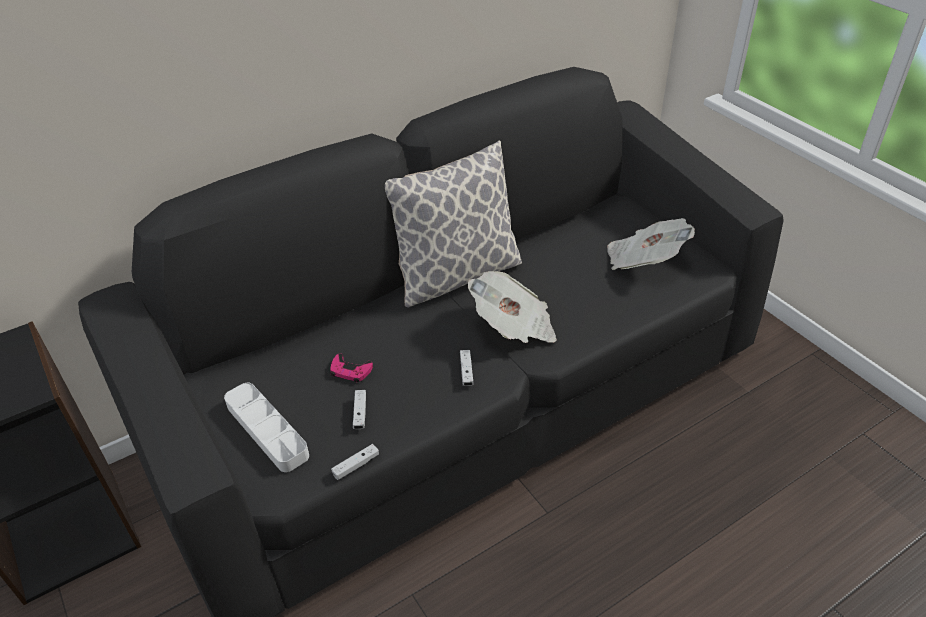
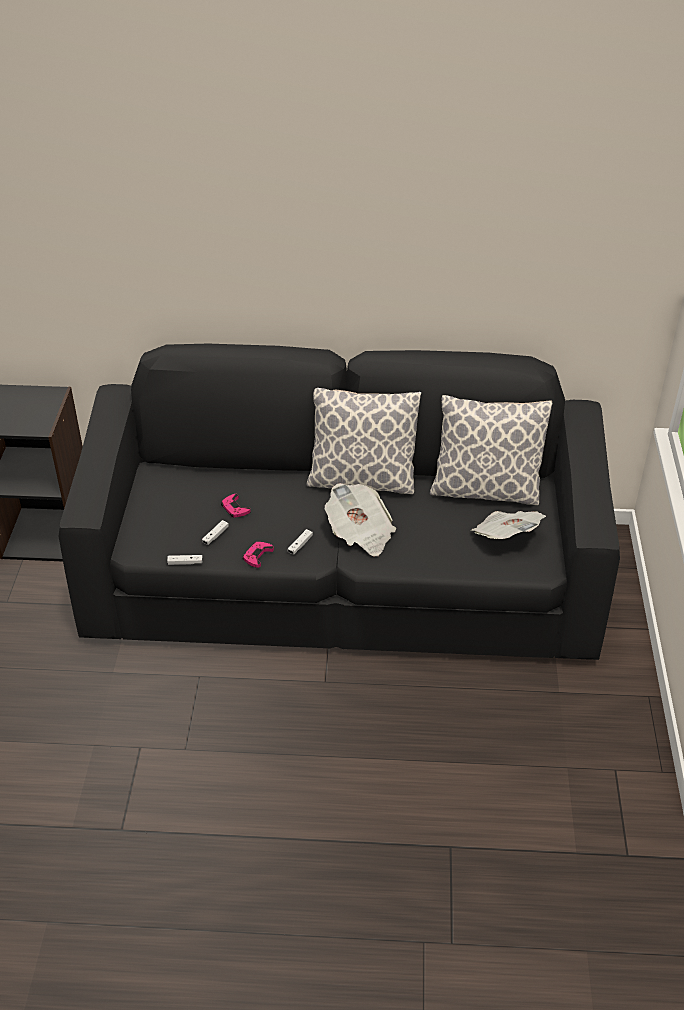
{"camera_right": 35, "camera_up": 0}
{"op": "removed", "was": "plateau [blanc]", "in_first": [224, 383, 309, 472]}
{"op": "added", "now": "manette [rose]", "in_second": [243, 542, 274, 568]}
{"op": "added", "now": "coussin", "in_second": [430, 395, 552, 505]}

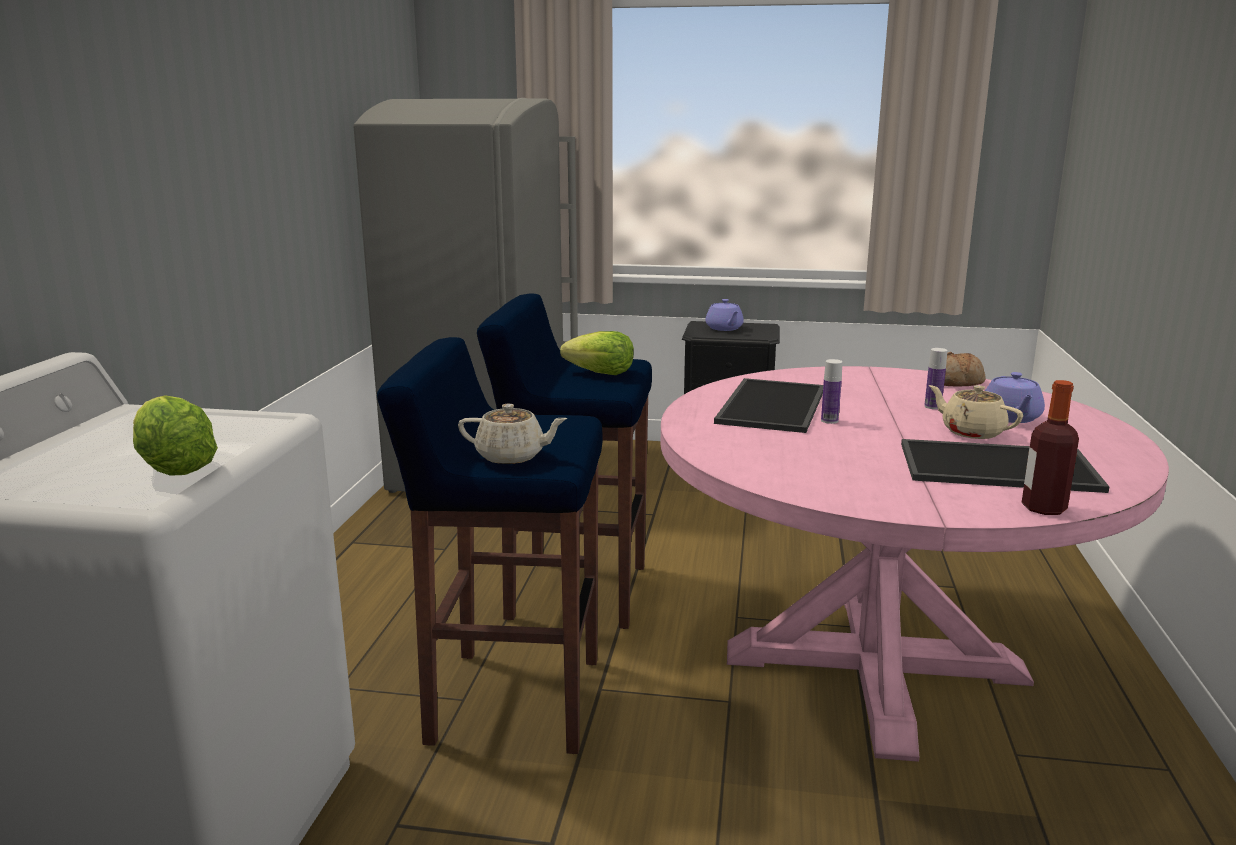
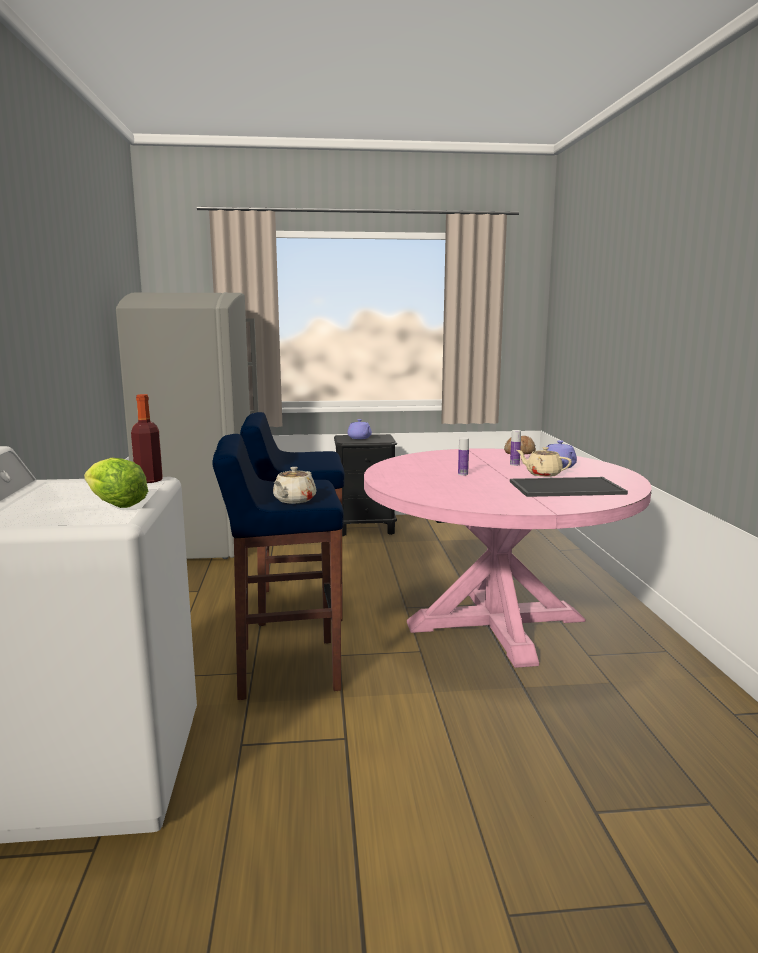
{"camera_right": -15, "camera_up": -5}
{"op": "turned", "was": "théière [beige]", "in_first": [458, 404, 567, 464], "in_second": [273, 467, 316, 504], "clockwise": 120}
{"op": "removed", "was": "laitue", "in_first": [560, 331, 634, 375]}
{"op": "removed", "was": "plateau", "in_first": [714, 378, 823, 433]}
{"op": "moved", "was": "bouteille", "in_first": [1022, 380, 1079, 515], "in_second": [131, 394, 163, 483]}

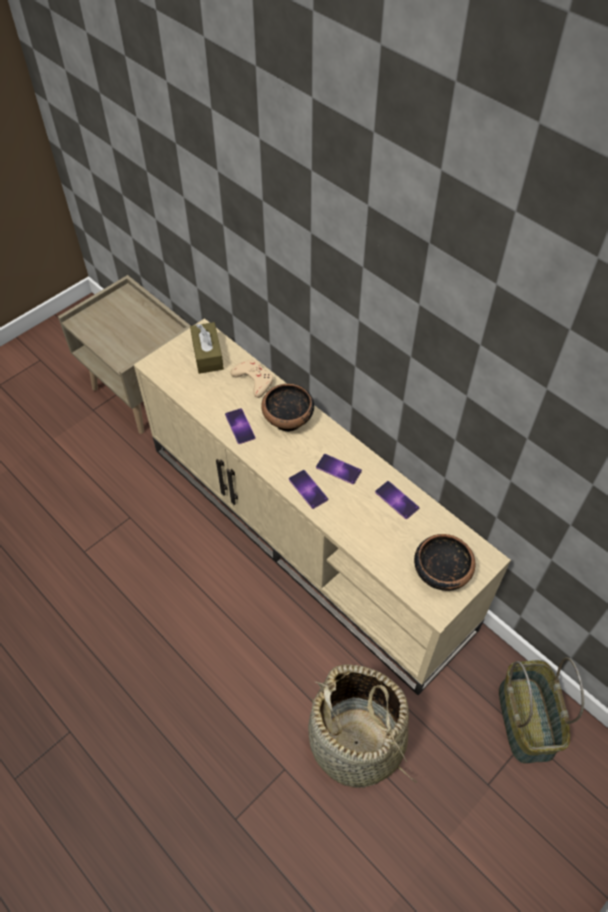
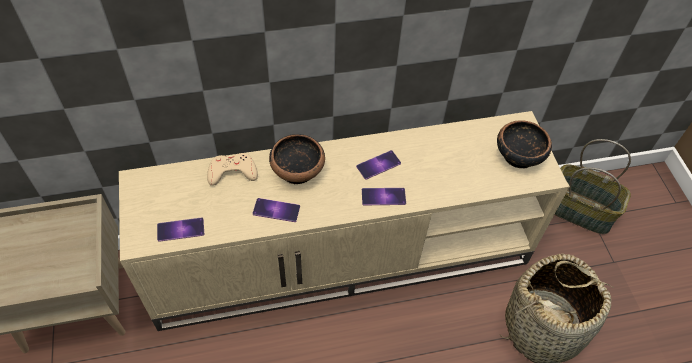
{"camera_right": -60, "camera_up": 0}
{"op": "removed", "was": "boîte à mouchoirs [marron]", "in_first": [190, 322, 224, 374]}
{"op": "moved", "was": "téléphone", "in_first": [375, 481, 420, 519], "in_second": [157, 217, 204, 242]}

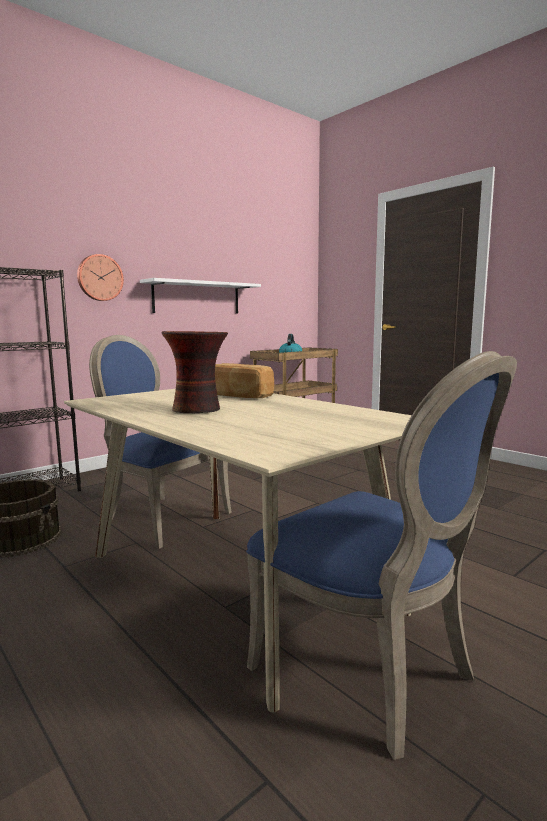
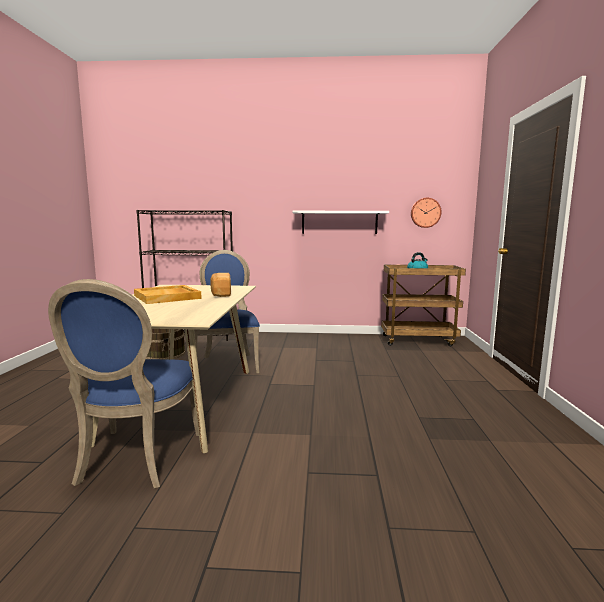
{"camera_right": 45, "camera_up": 0}
{"op": "moved", "was": "horloge murale", "in_first": [77, 254, 124, 301], "in_second": [411, 198, 441, 228]}
{"op": "replaced", "was": "vase", "now": "plateau [beige]", "in_first": [162, 331, 228, 413], "in_second": [134, 285, 202, 304]}

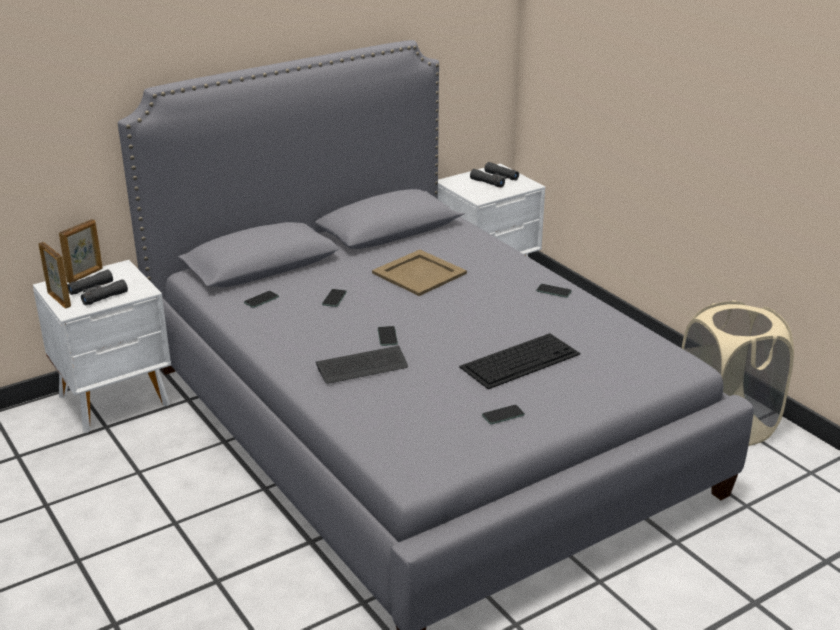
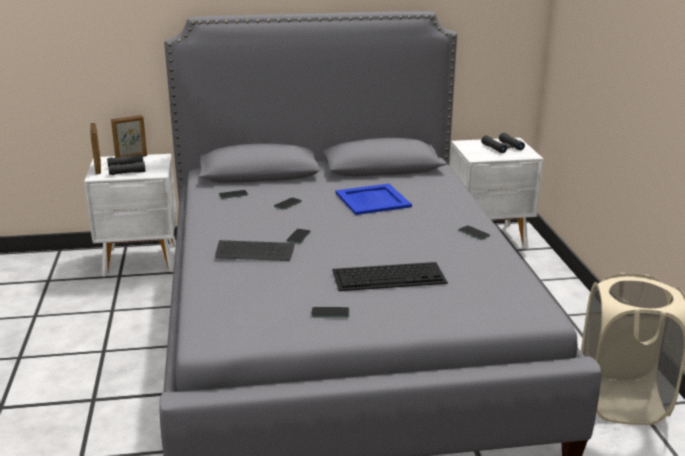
{"camera_right": 25, "camera_up": -5}
{"op": "recoloured", "was": "plateau [beige]", "now": "plateau [bleu]", "in_first": [372, 250, 467, 296], "in_second": [335, 184, 412, 215]}

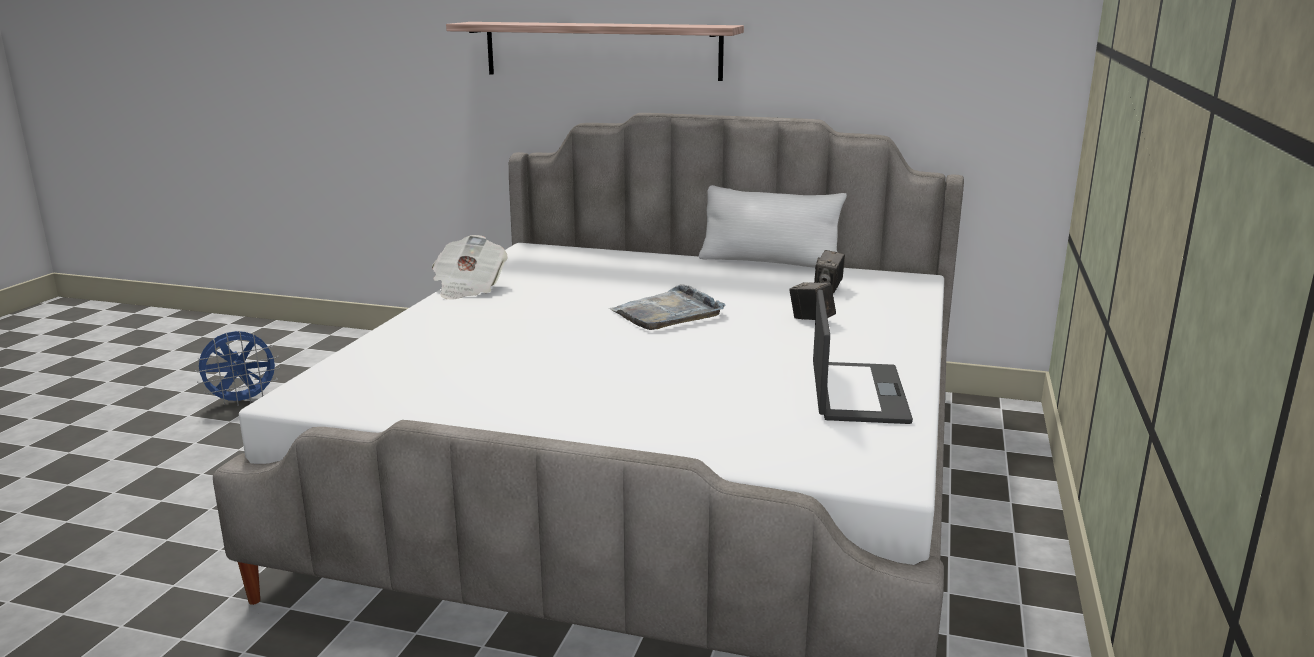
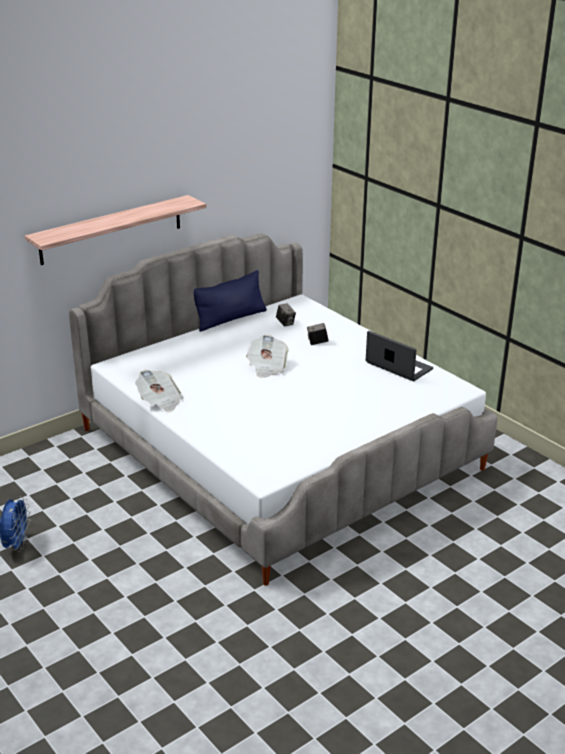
{"camera_right": -55, "camera_up": 10}
{"op": "replaced", "was": "plateau [gris]", "now": "journal", "in_first": [609, 284, 725, 330], "in_second": [246, 335, 289, 378]}
{"op": "recoloured", "was": "coussin [blanc]", "now": "coussin [bleu]", "in_first": [699, 185, 847, 268], "in_second": [194, 270, 267, 332]}

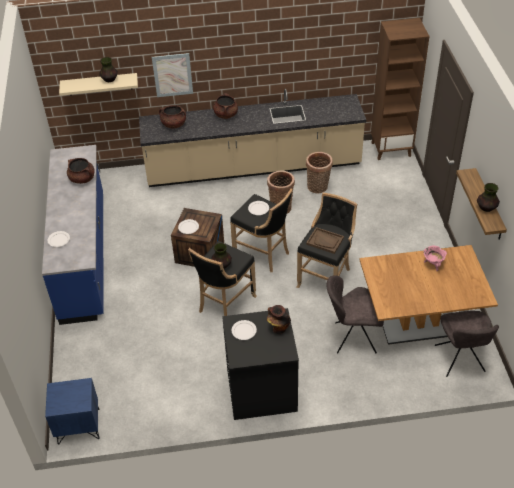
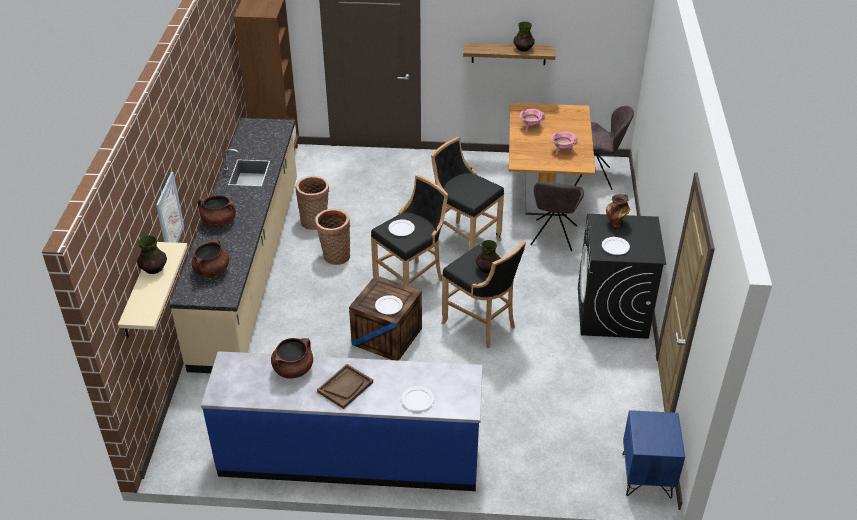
{"camera_right": -80, "camera_up": -5}
{"op": "moved", "was": "plateau [marron]", "in_first": [306, 227, 344, 254], "in_second": [317, 364, 373, 409]}
{"op": "added", "now": "marmite [rose]", "in_second": [551, 131, 578, 155]}

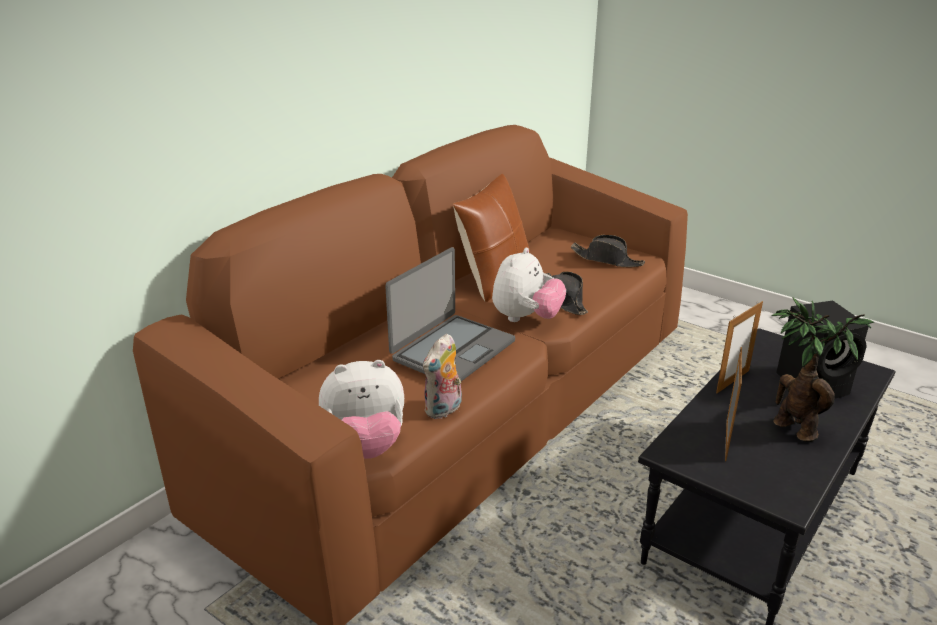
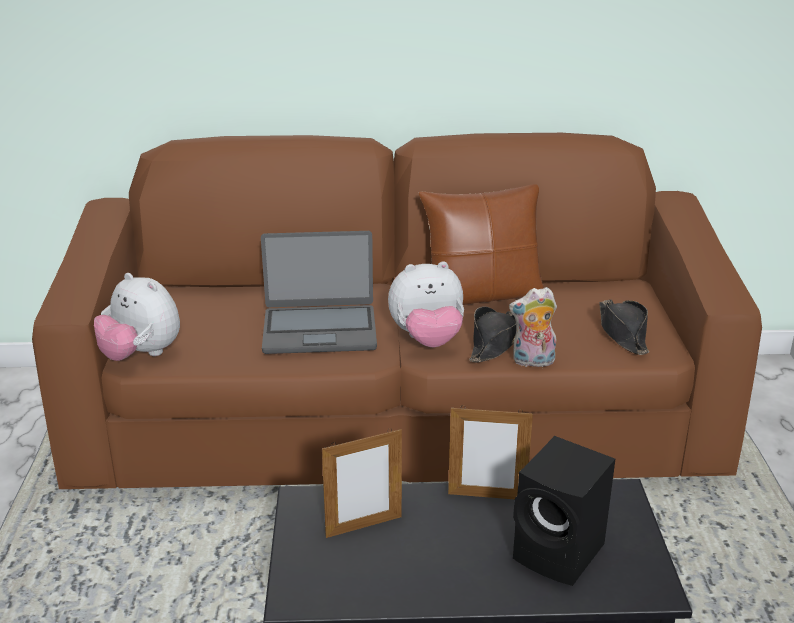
{"camera_right": 50, "camera_up": 0}
{"op": "moved", "was": "peluche", "in_first": [423, 334, 462, 419], "in_second": [509, 287, 557, 367]}
{"op": "removed", "was": "plante en pot", "in_first": [772, 297, 874, 442]}

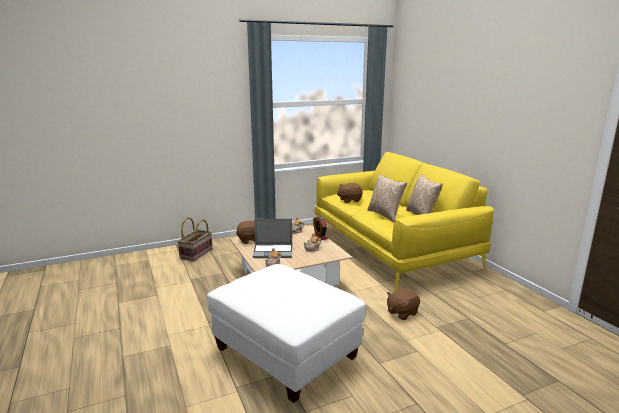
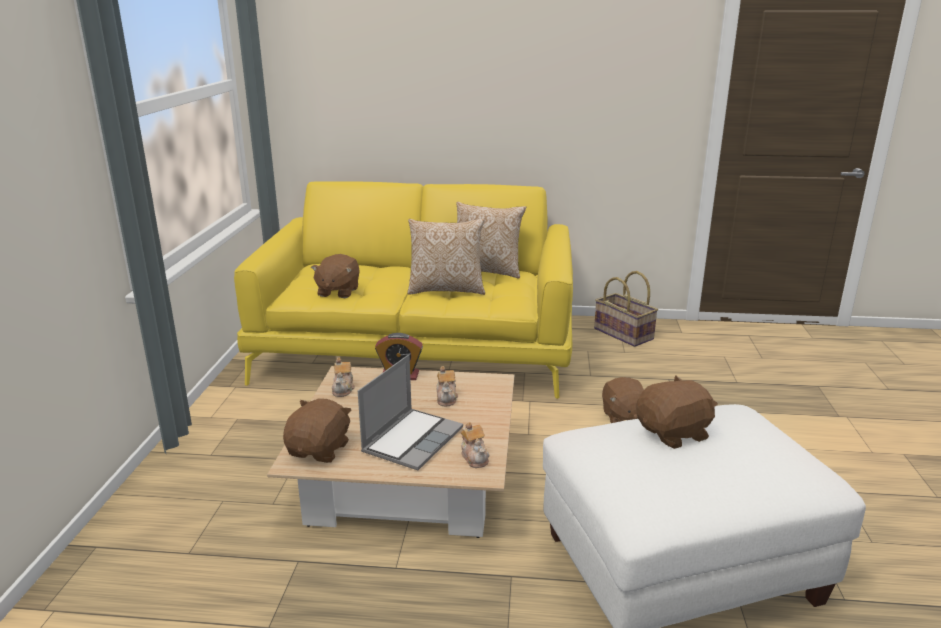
{"camera_right": -60, "camera_up": 5}
{"op": "moved", "was": "panier", "in_first": [177, 217, 213, 261], "in_second": [594, 271, 658, 347]}
{"op": "added", "now": "peluche [marron]", "in_second": [636, 376, 718, 449]}

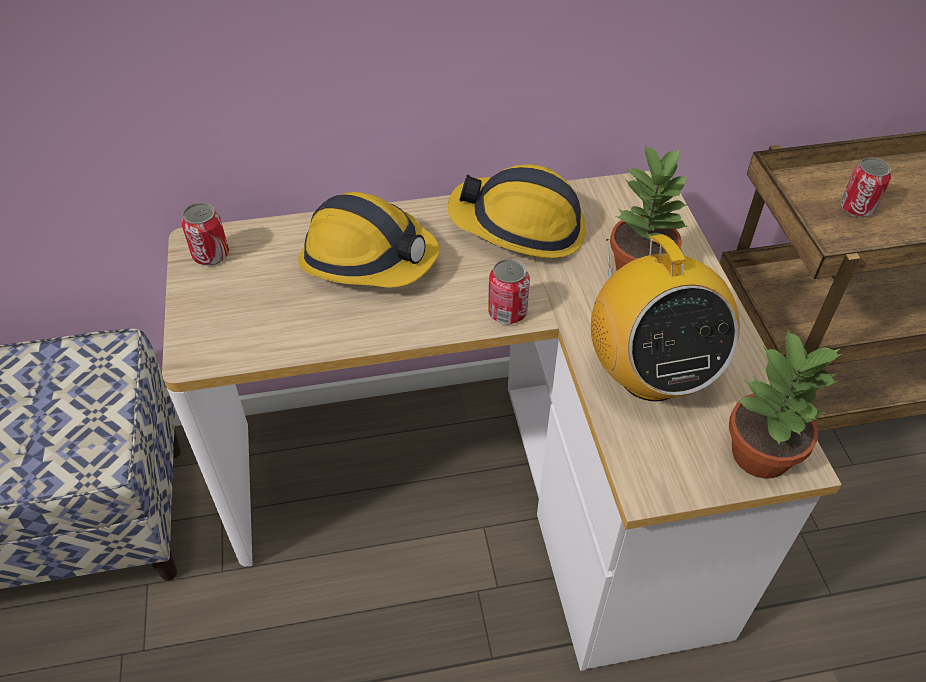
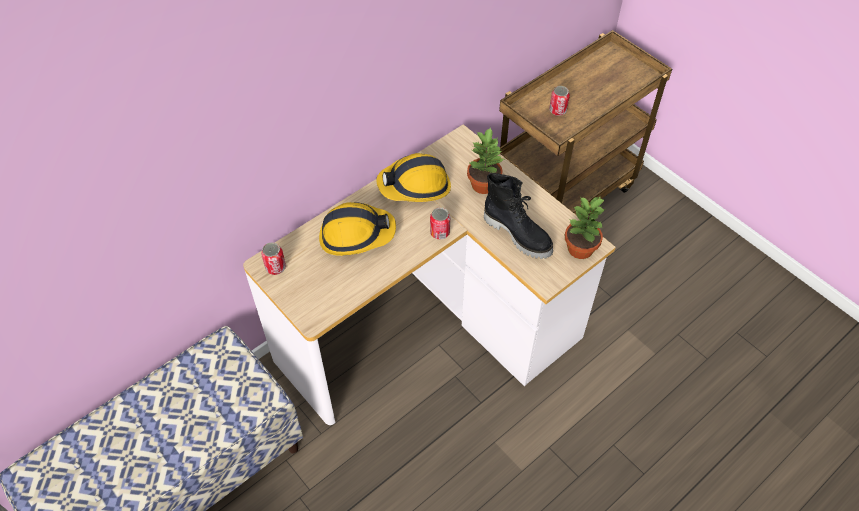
{"camera_right": -30, "camera_up": 5}
{"op": "replaced", "was": "radio", "now": "botte [noir]", "in_first": [591, 234, 740, 401], "in_second": [484, 173, 553, 259]}

